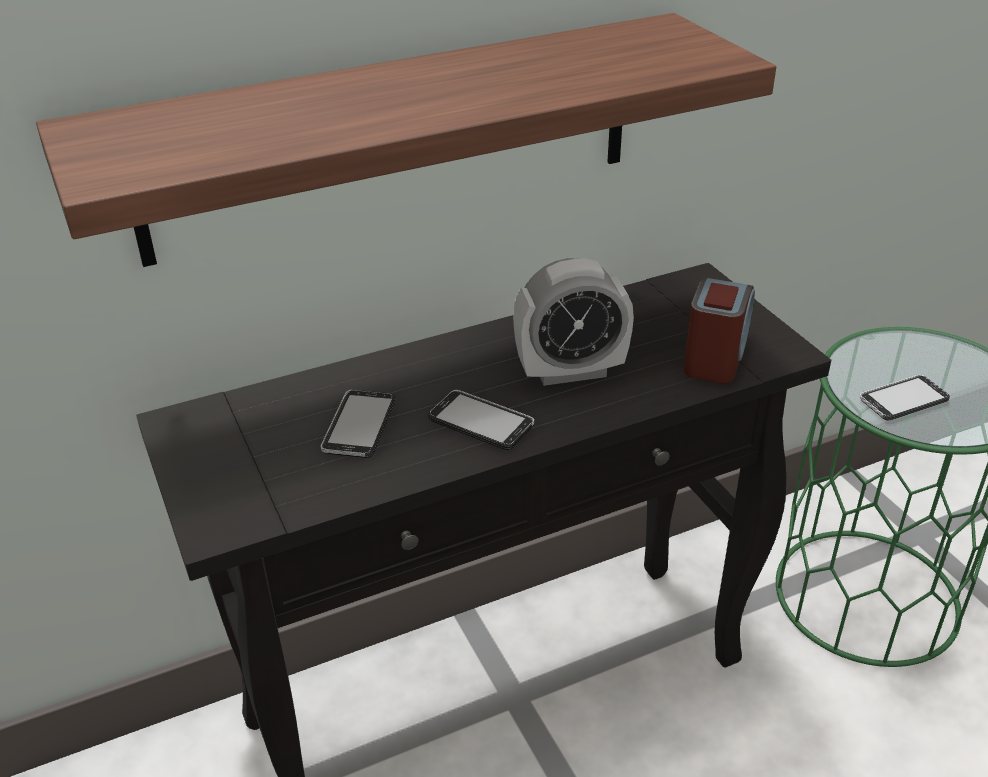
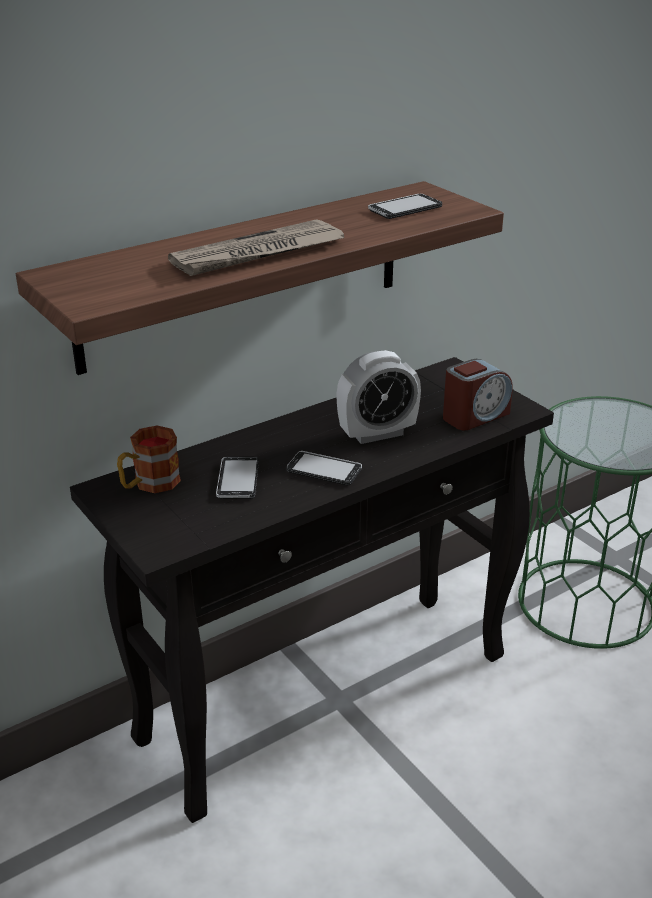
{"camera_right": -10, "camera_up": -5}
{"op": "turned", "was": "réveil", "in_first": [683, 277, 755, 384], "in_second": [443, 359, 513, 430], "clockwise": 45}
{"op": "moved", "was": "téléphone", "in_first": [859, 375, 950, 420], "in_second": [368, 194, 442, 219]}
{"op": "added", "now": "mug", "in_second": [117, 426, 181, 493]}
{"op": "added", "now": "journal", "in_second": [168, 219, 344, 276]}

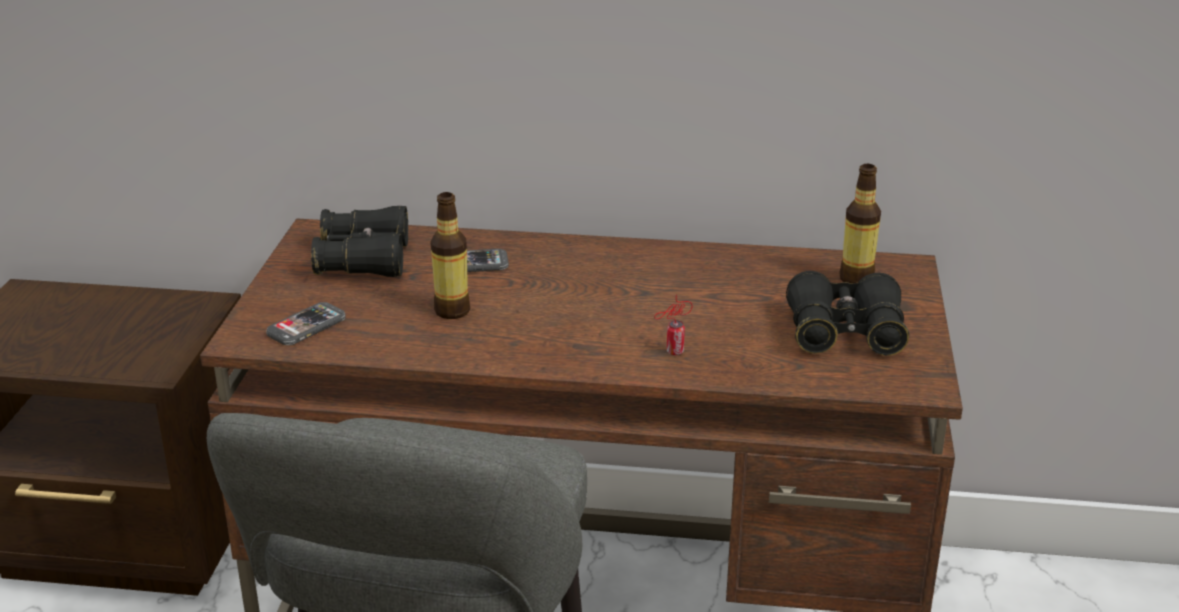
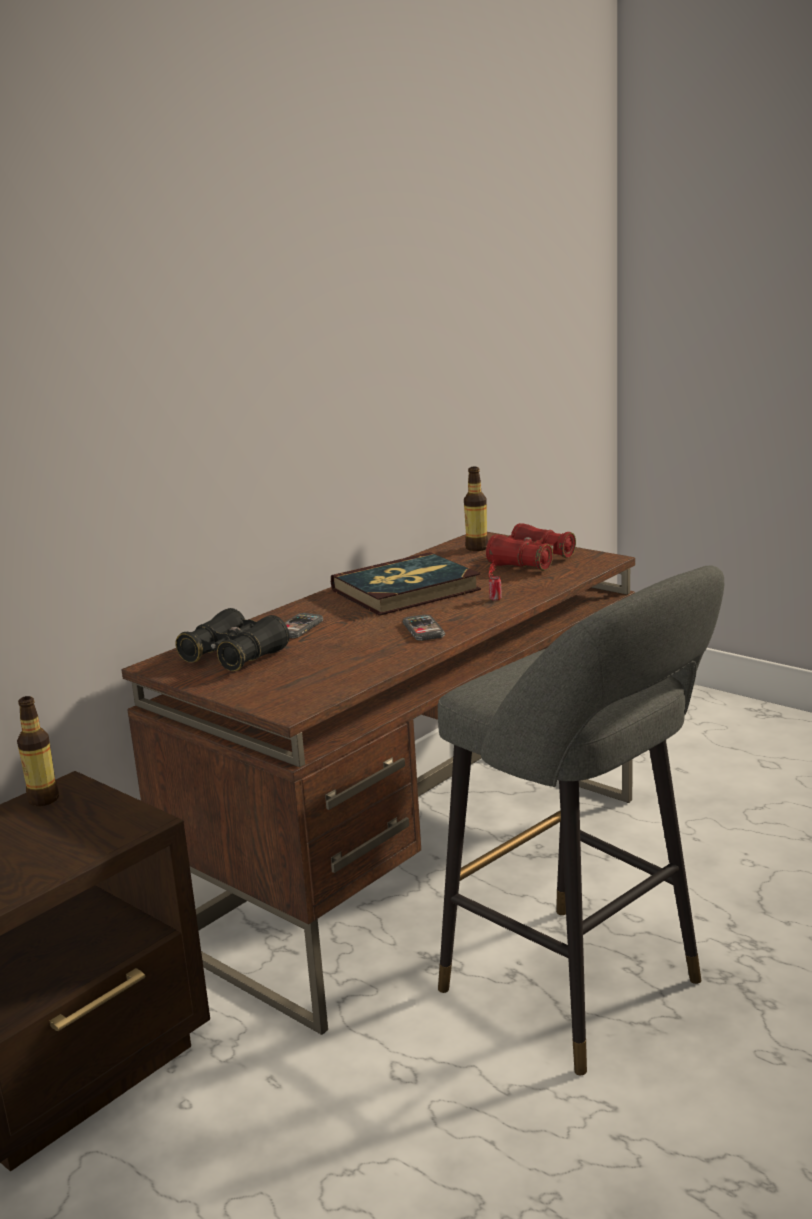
{"camera_right": -55, "camera_up": -10}
{"op": "moved", "was": "téléphone", "in_first": [266, 302, 346, 345], "in_second": [403, 615, 445, 641]}
{"op": "moved", "was": "bouteille", "in_first": [431, 192, 470, 319], "in_second": [17, 696, 59, 806]}
{"op": "recoloured", "was": "jumelles [noir]", "now": "jumelles [rouge]", "in_first": [786, 271, 909, 356], "in_second": [486, 523, 576, 571]}
{"op": "added", "now": "livre", "in_second": [331, 552, 481, 616]}

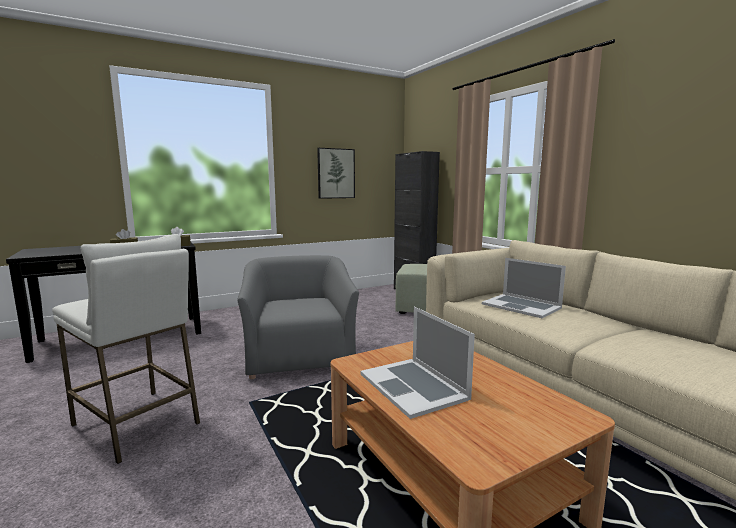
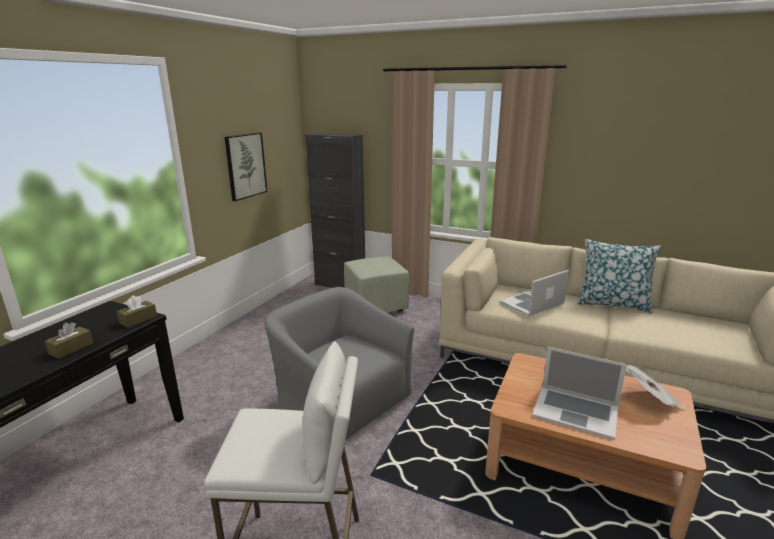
{"camera_right": -35, "camera_up": 10}
{"op": "turned", "was": "ordinateur portable", "in_first": [482, 258, 566, 318], "in_second": [500, 270, 569, 316], "clockwise": 135}
{"op": "added", "now": "coussin", "in_second": [577, 239, 661, 313]}
{"op": "added", "now": "journal", "in_second": [626, 365, 686, 408]}

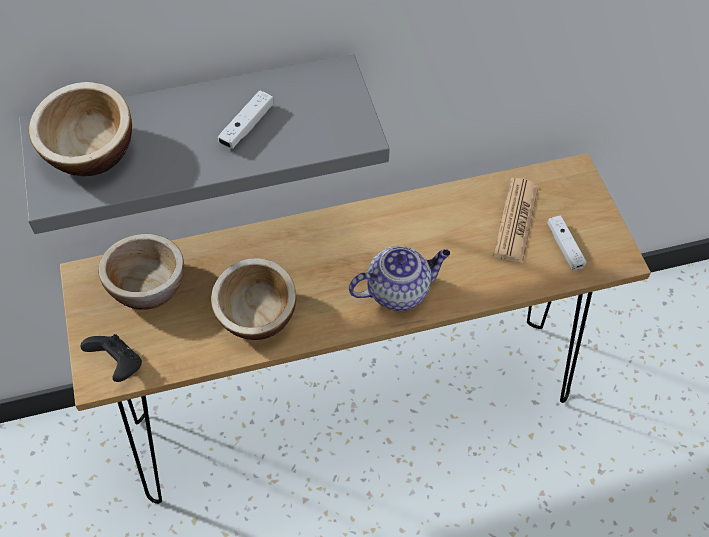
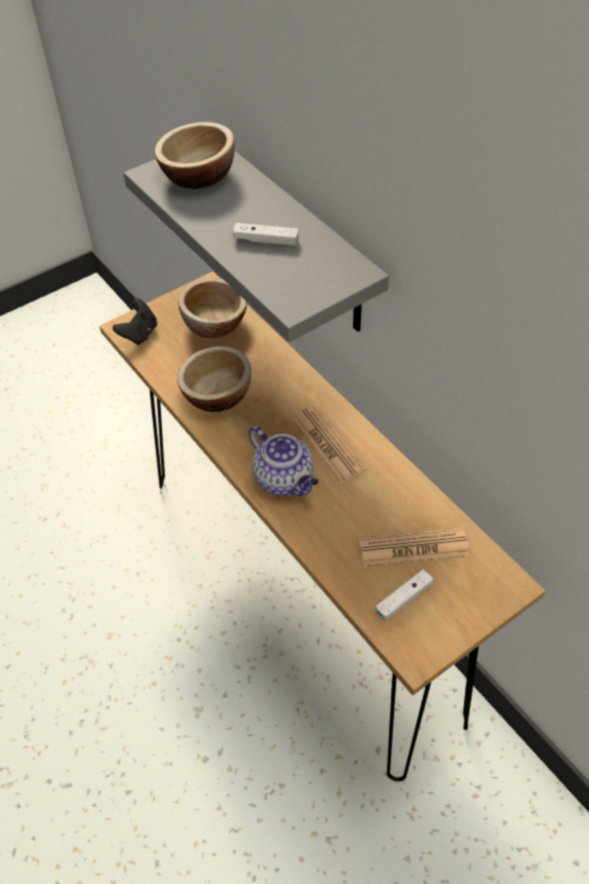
{"camera_right": 70, "camera_up": -5}
{"op": "added", "now": "journal", "in_second": [292, 406, 367, 484]}

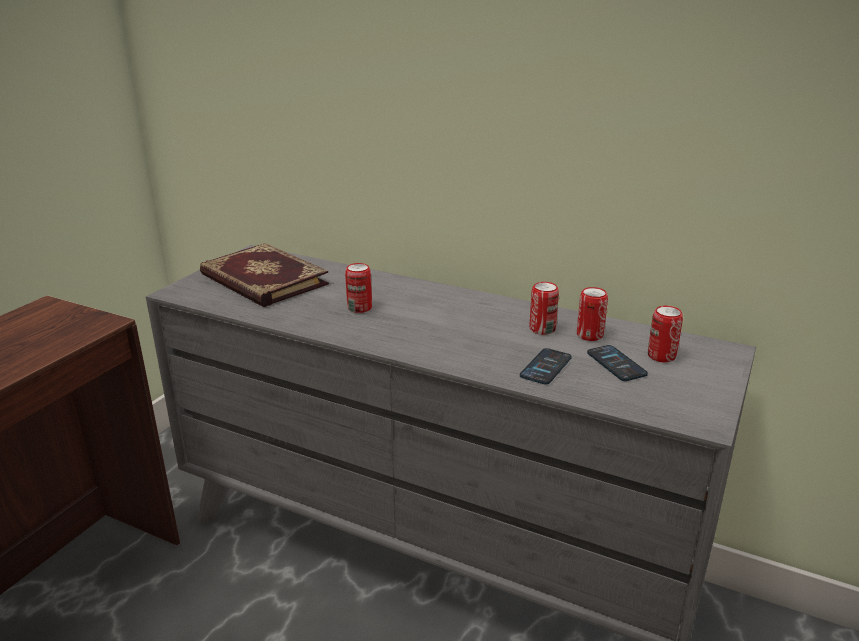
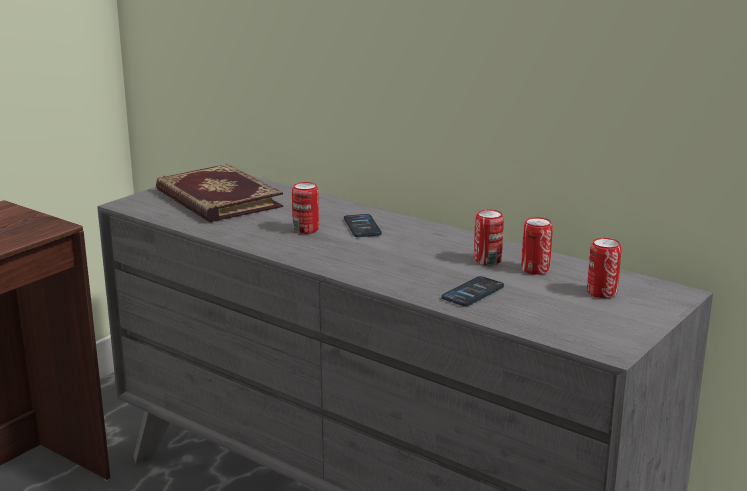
{"camera_right": 10, "camera_up": -5}
{"op": "moved", "was": "téléphone", "in_first": [587, 345, 648, 381], "in_second": [344, 214, 382, 237]}

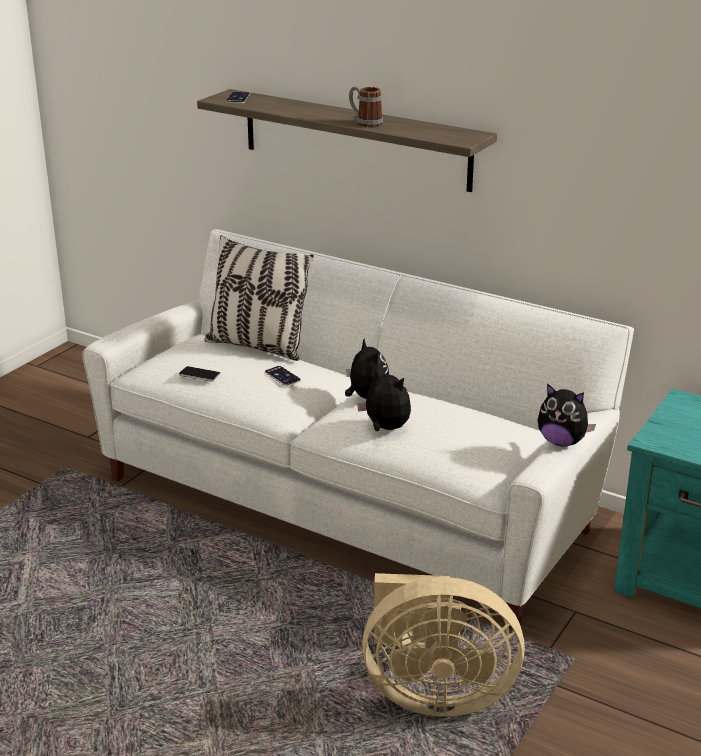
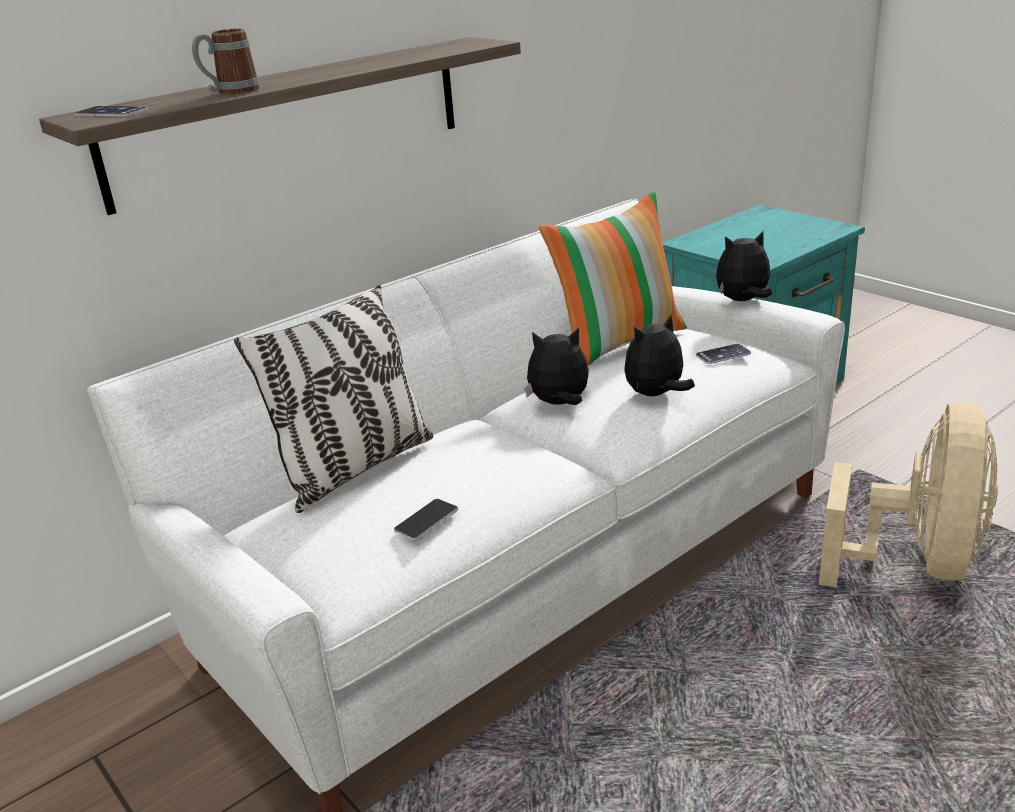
{"camera_right": -70, "camera_up": 0}
{"op": "moved", "was": "téléphone", "in_first": [265, 366, 301, 386], "in_second": [696, 344, 751, 364]}
{"op": "moved", "was": "mug", "in_first": [349, 86, 383, 127], "in_second": [192, 29, 260, 95]}
{"op": "turned", "was": "peluche", "in_first": [538, 383, 596, 447], "in_second": [716, 231, 773, 301], "clockwise": -150}
{"op": "added", "now": "coussin", "in_second": [539, 191, 687, 366]}

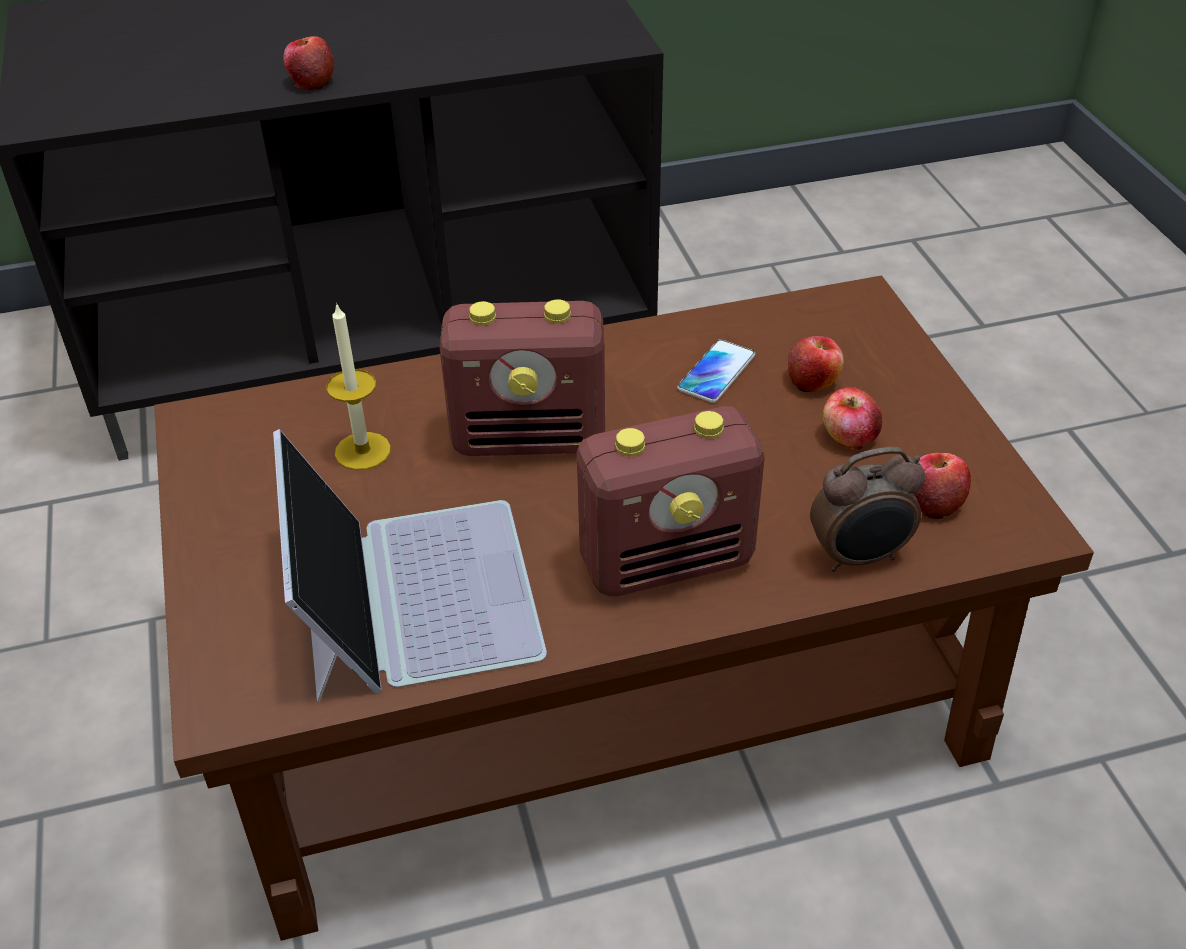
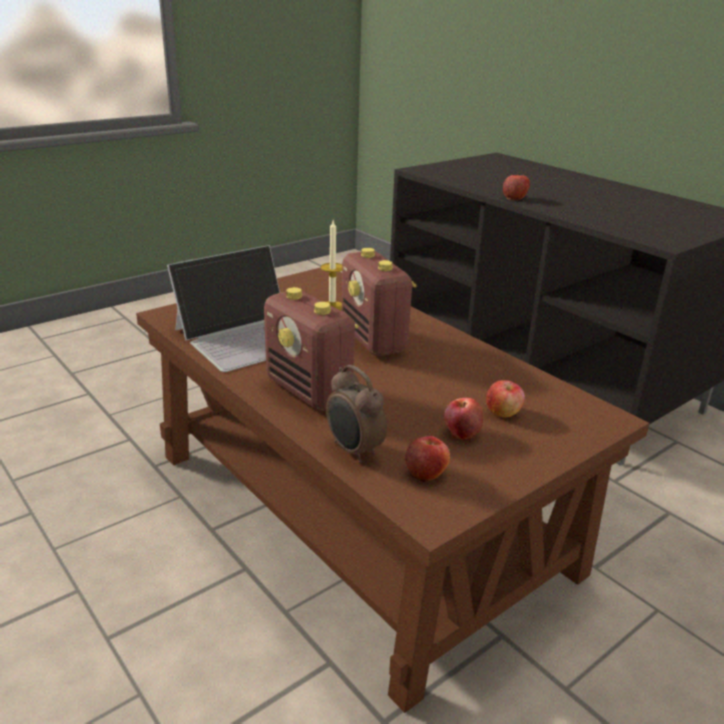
{"camera_right": 65, "camera_up": -15}
{"op": "removed", "was": "téléphone", "in_first": [677, 339, 755, 403]}

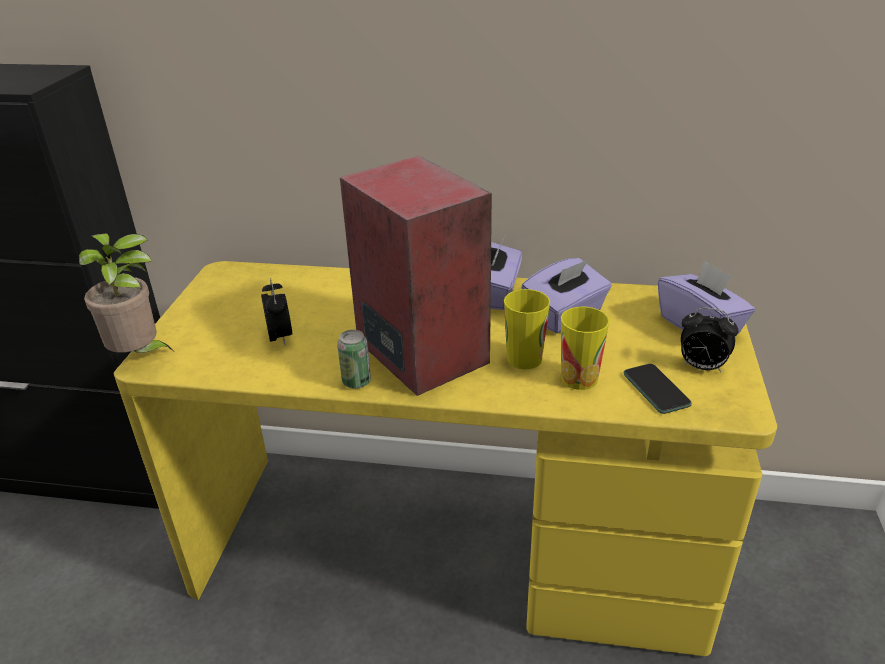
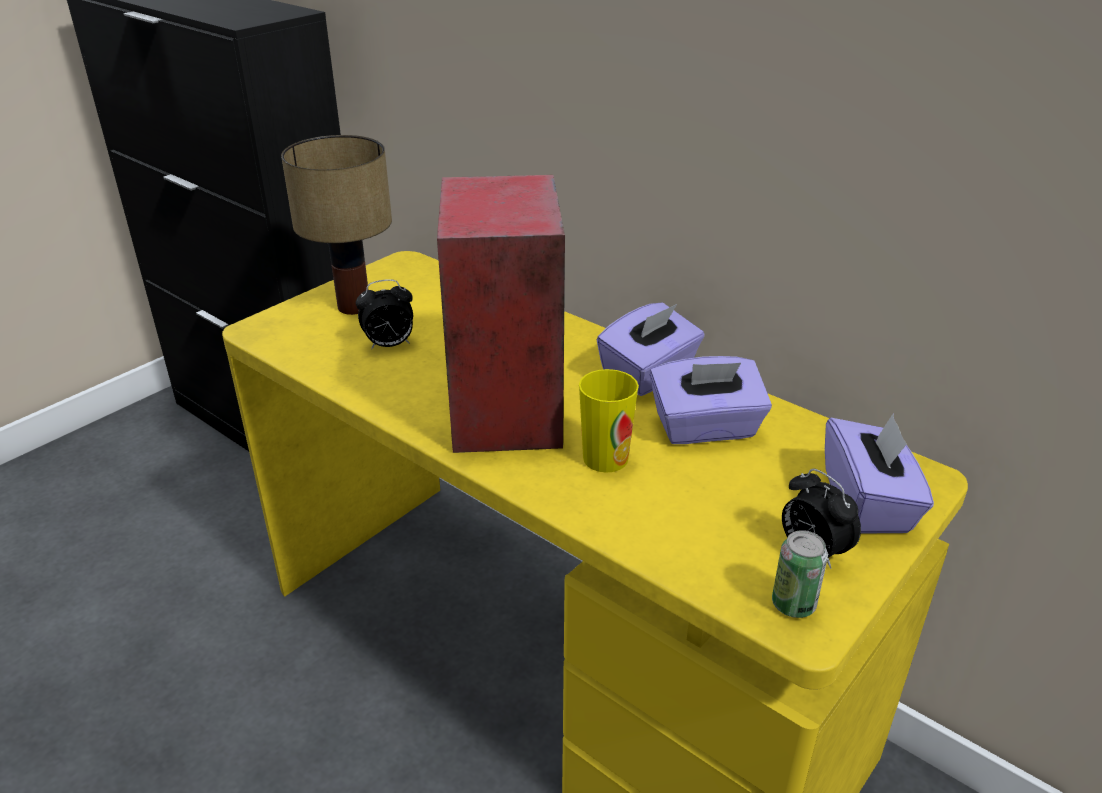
{"camera_right": 30, "camera_up": 0}
{"op": "removed", "was": "plante en pot", "in_first": [79, 234, 173, 353]}
{"op": "turned", "was": "réveil", "in_first": [261, 278, 292, 345], "in_second": [356, 279, 413, 349], "clockwise": 60}
{"op": "moved", "was": "boîte métallique", "in_first": [337, 330, 371, 389], "in_second": [772, 530, 828, 618]}
{"op": "removed", "was": "tasse", "in_first": [561, 307, 610, 390]}
{"op": "removed", "was": "téléphone", "in_first": [623, 364, 692, 414]}
{"op": "added", "now": "lampe de table", "in_second": [281, 135, 392, 315]}

